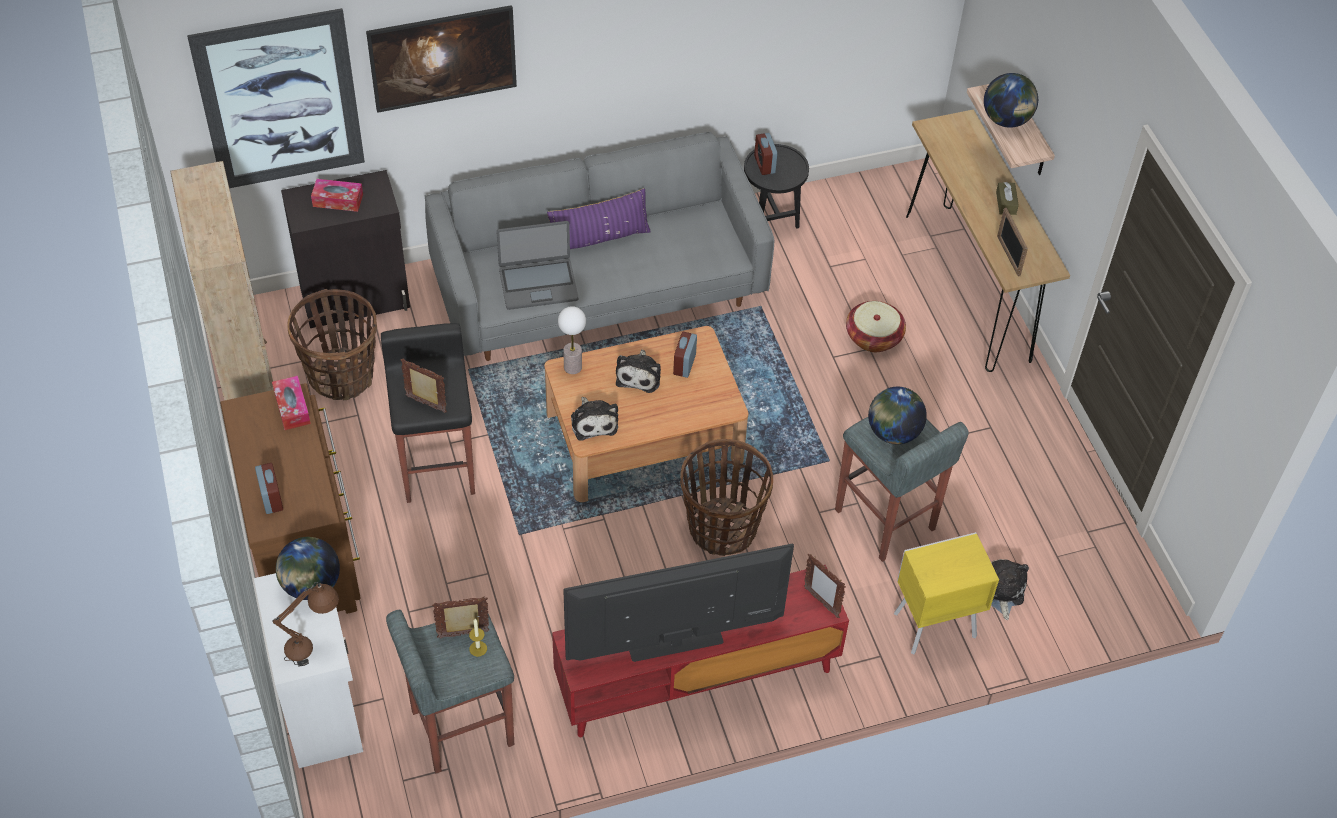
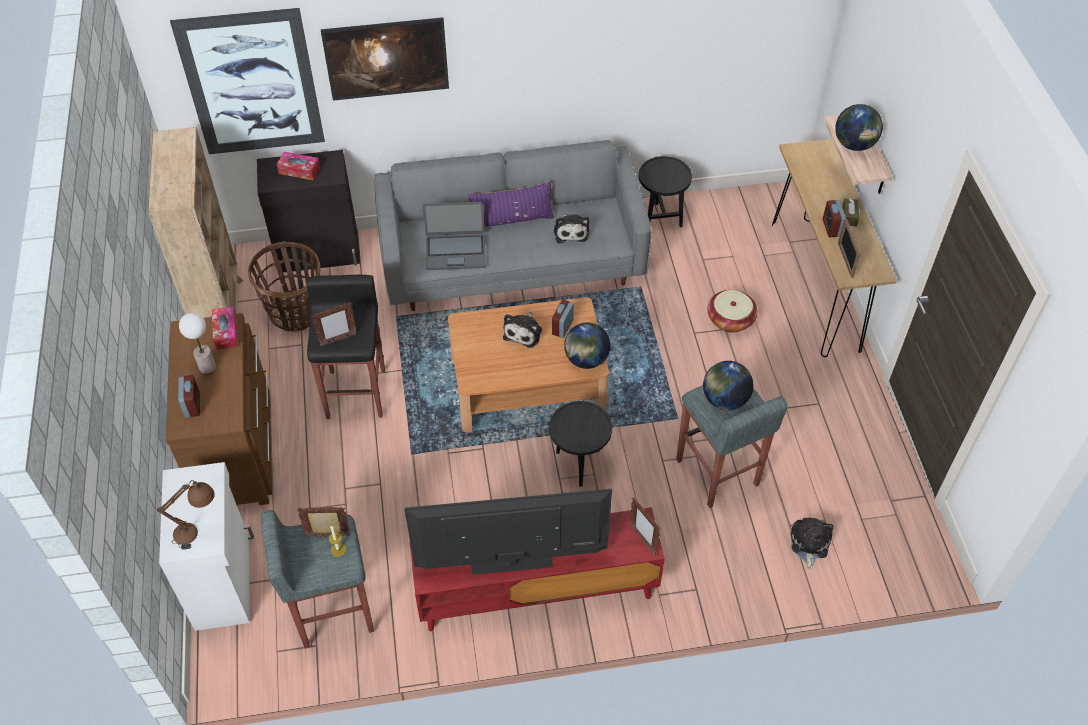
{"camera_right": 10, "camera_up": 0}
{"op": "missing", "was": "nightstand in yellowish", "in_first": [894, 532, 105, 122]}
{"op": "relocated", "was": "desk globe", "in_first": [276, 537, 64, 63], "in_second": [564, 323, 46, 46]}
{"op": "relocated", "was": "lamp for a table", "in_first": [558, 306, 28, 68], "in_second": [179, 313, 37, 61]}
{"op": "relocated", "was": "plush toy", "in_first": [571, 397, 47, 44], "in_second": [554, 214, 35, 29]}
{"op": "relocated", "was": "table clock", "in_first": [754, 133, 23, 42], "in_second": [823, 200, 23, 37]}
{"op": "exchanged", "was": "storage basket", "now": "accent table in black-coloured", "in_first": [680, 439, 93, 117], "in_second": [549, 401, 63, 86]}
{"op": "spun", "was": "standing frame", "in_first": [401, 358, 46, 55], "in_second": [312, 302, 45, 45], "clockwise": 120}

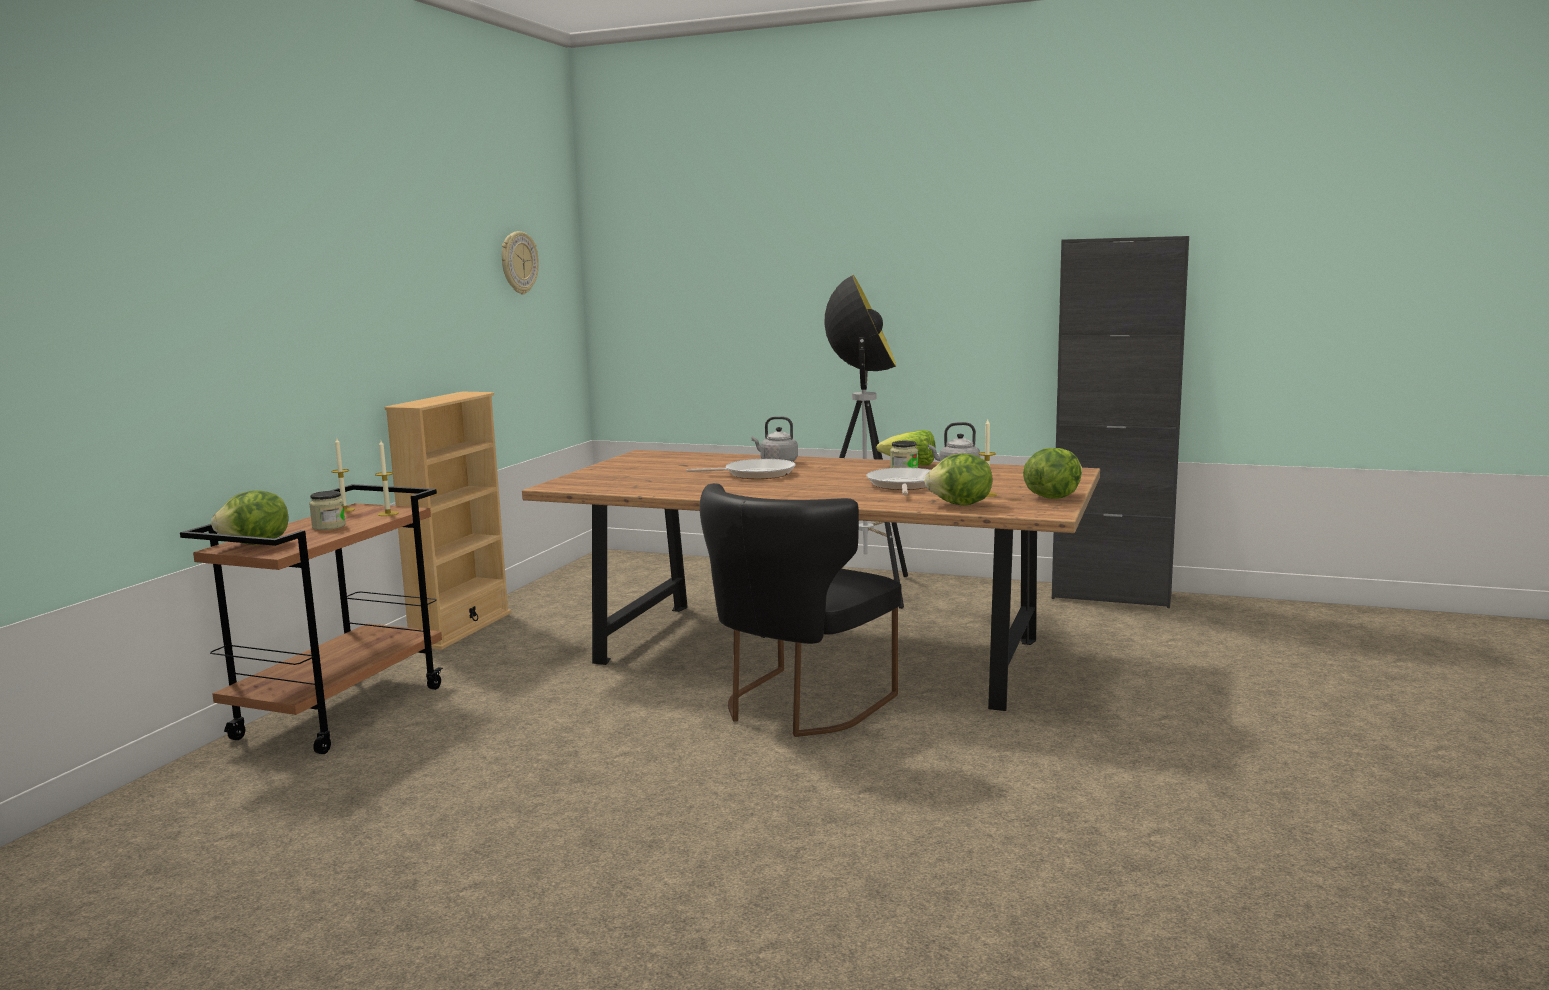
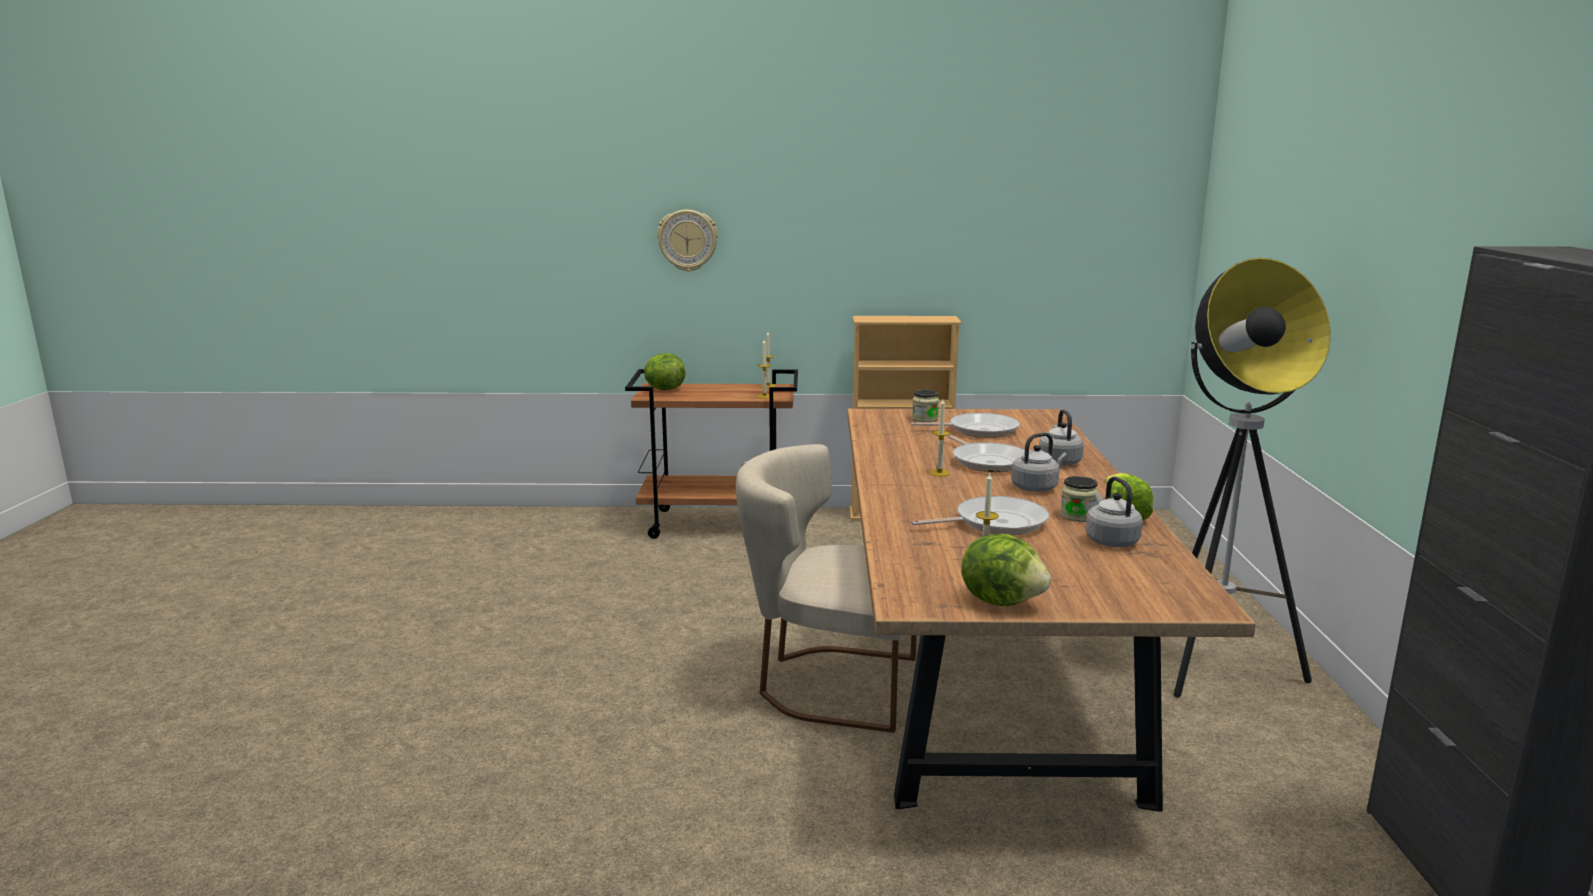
{"camera_right": 70, "camera_up": 5}
{"op": "missing", "was": "lettuce head", "in_first": [925, 453, 67, 53]}
{"op": "appeared", "now": "frying pan", "in_second": [911, 413, 109, 25]}
{"op": "appeared", "now": "wax candle", "in_second": [930, 399, 20, 77]}
{"op": "appeared", "now": "water kettle in grey", "in_second": [1011, 433, 56, 59]}
{"op": "relocated", "was": "preserve jar", "in_first": [309, 491, 37, 39], "in_second": [912, 390, 27, 32]}
{"op": "relocated", "was": "clock on the wall", "in_first": [502, 231, 37, 63], "in_second": [657, 209, 61, 63]}
{"op": "colour", "was": "chair in black-coloured", "now": "chair in beige-coloured", "in_first": [700, 483, 201, 254], "in_second": [736, 444, 181, 289]}

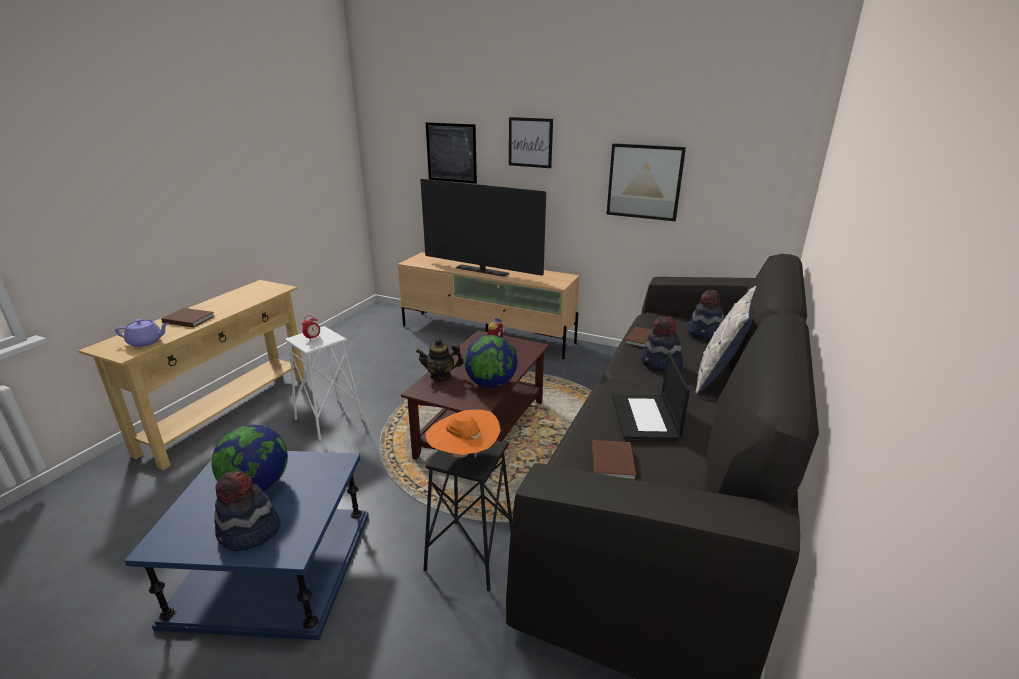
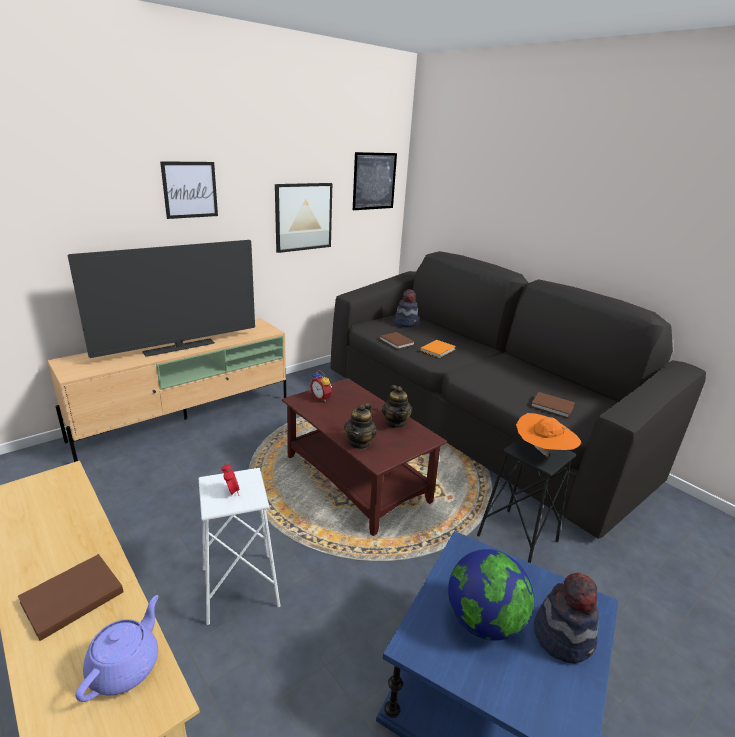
{"camera_right": -65, "camera_up": 0}
{"op": "missing", "was": "laptop", "in_first": [612, 353, 78, 87]}
{"op": "missing", "was": "cushion", "in_first": [696, 286, 60, 109]}
{"op": "relocated", "was": "picture", "in_first": [426, 122, 51, 62], "in_second": [353, 152, 44, 58]}
{"op": "exchanged", "was": "desk globe", "now": "pot for tea", "in_first": [464, 335, 53, 53], "in_second": [382, 385, 30, 43]}
{"op": "exchanged", "was": "wearable hat", "now": "book in orangey", "in_first": [641, 316, 42, 56], "in_second": [420, 340, 36, 18]}

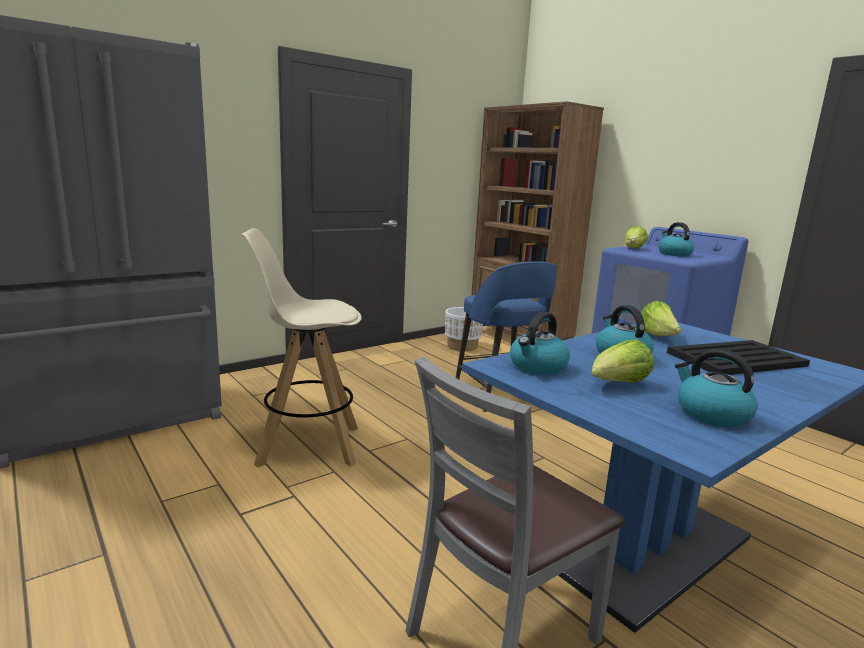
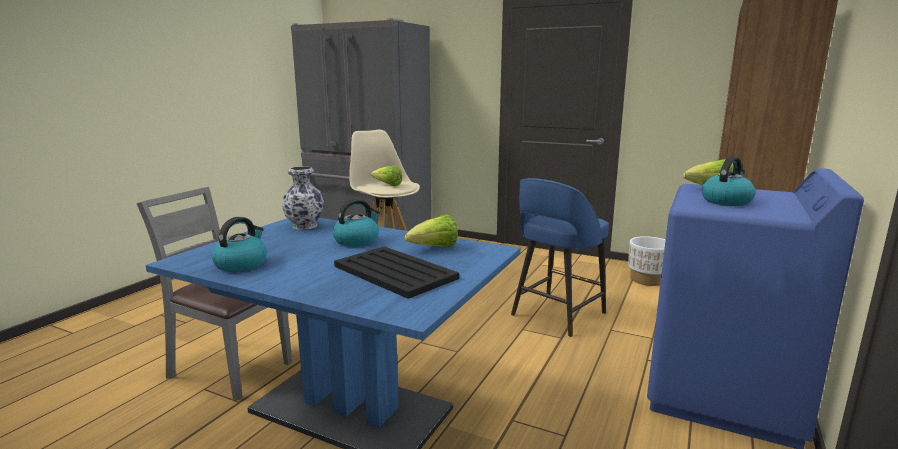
{"camera_right": 65, "camera_up": 0}
{"op": "relocated", "was": "lettuce head", "in_first": [591, 339, 63, 44], "in_second": [371, 166, 31, 20]}
{"op": "exchanged", "was": "water kettle", "now": "vase", "in_first": [510, 312, 60, 63], "in_second": [282, 166, 42, 64]}

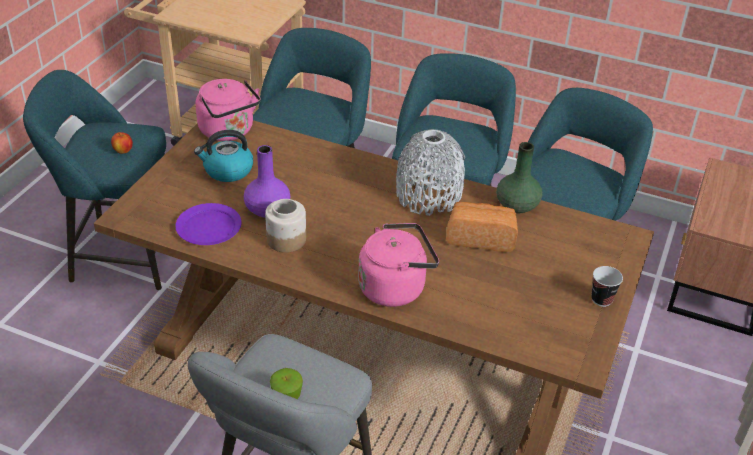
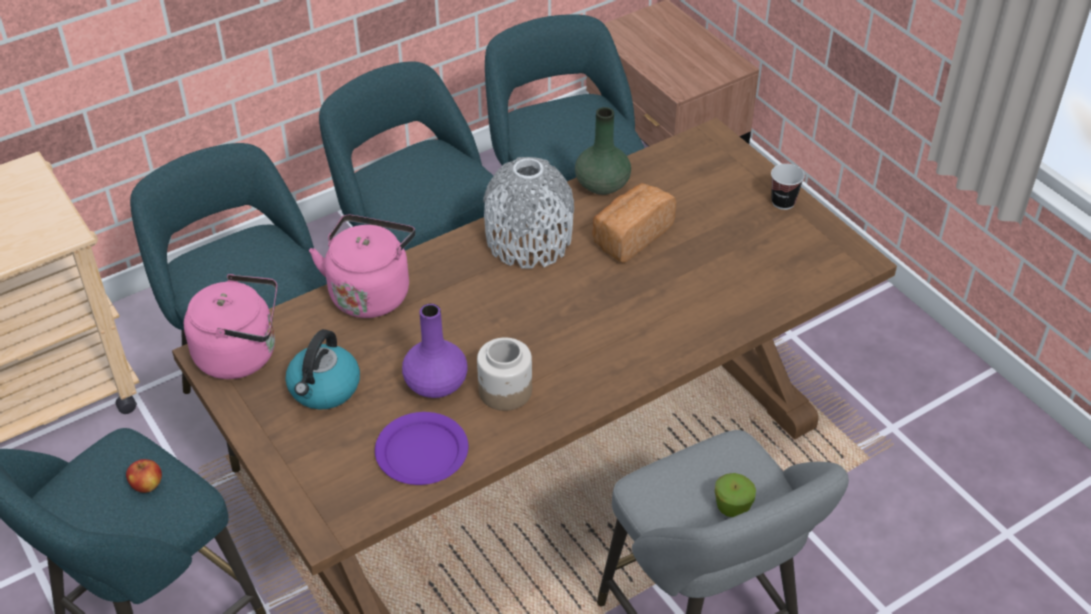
{"camera_right": -55, "camera_up": 5}
{"op": "relocated", "was": "water kettle in pinkish", "in_first": [358, 223, 81, 84], "in_second": [309, 214, 107, 104]}

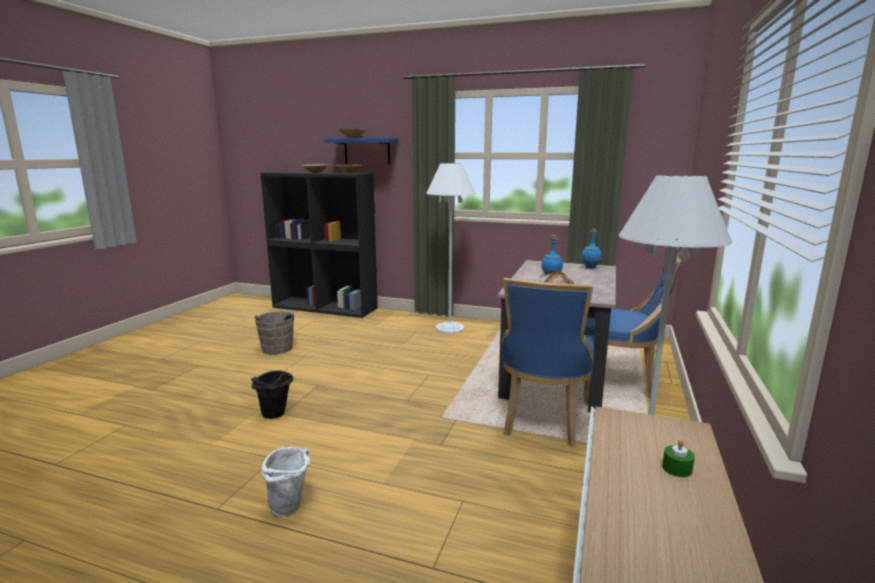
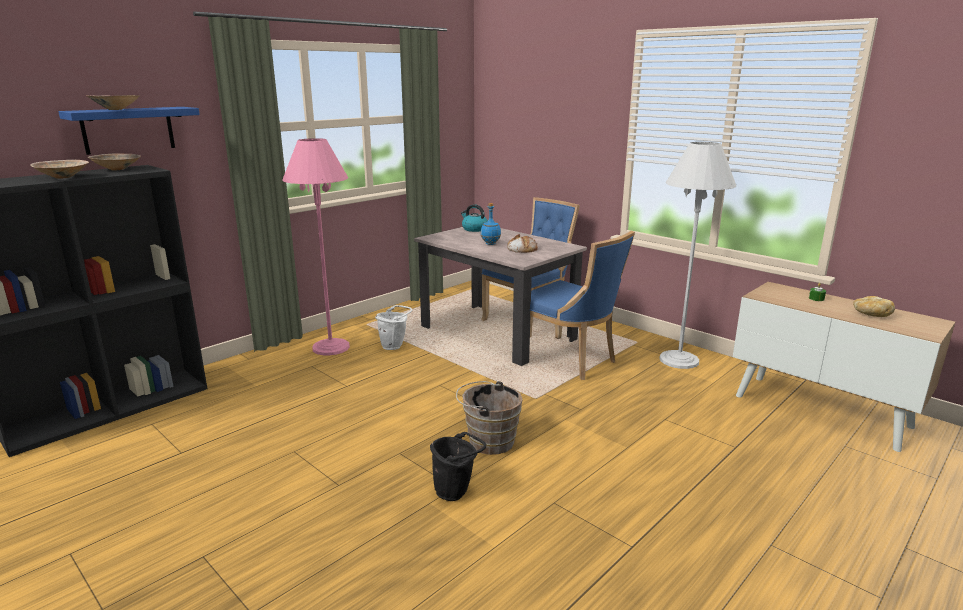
{"camera_right": -65, "camera_up": 5}
{"op": "appeared", "now": "baked bread", "in_second": [853, 296, 42, 21]}
{"op": "relocated", "was": "bucket in brownish", "in_first": [254, 309, 42, 45], "in_second": [456, 381, 67, 74]}
{"op": "relocated", "was": "bucket in whitish", "in_first": [261, 447, 49, 70], "in_second": [375, 305, 37, 45]}
{"op": "exchanged", "was": "bottle in blue", "now": "water kettle", "in_first": [581, 229, 21, 39], "in_second": [461, 204, 27, 28]}
{"op": "colour", "was": "standard lamp in whitish", "now": "standard lamp in pinkish", "in_first": [426, 163, 50, 171], "in_second": [282, 138, 68, 217]}

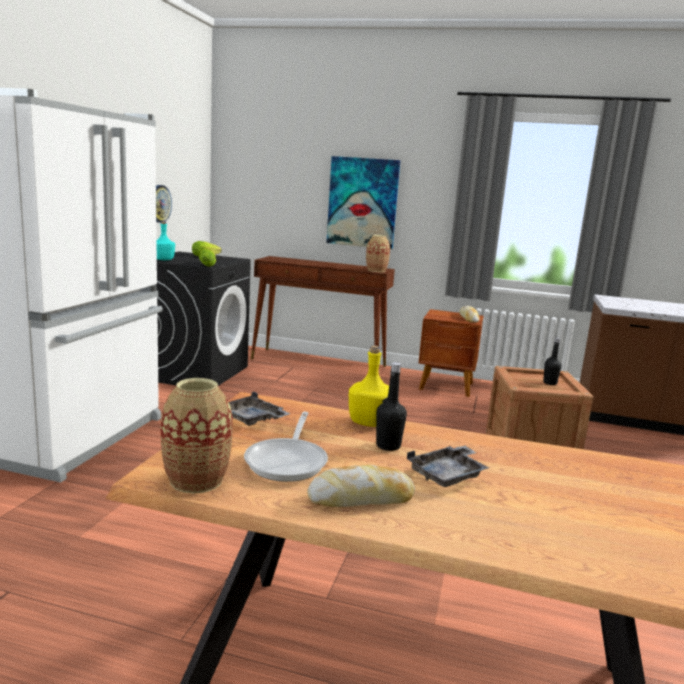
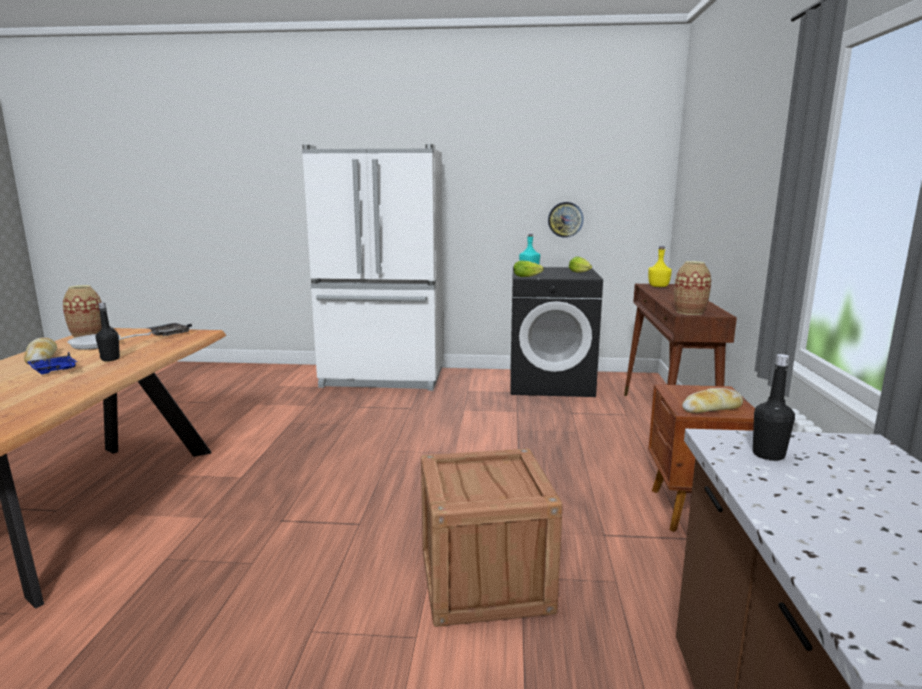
{"camera_right": 80, "camera_up": 0}
{"op": "missing", "was": "picture", "in_first": [326, 156, 75, 93]}
{"op": "relocated", "was": "bottle in yellowish", "in_first": [349, 345, 40, 82], "in_second": [648, 246, 24, 41]}
{"op": "relocated", "was": "bottle in black-coloured", "in_first": [543, 338, 19, 47], "in_second": [753, 354, 42, 107]}
{"op": "colour", "was": "carrying tray in grey", "now": "carrying tray in blue", "in_first": [407, 446, 82, 41], "in_second": [27, 352, 50, 23]}

